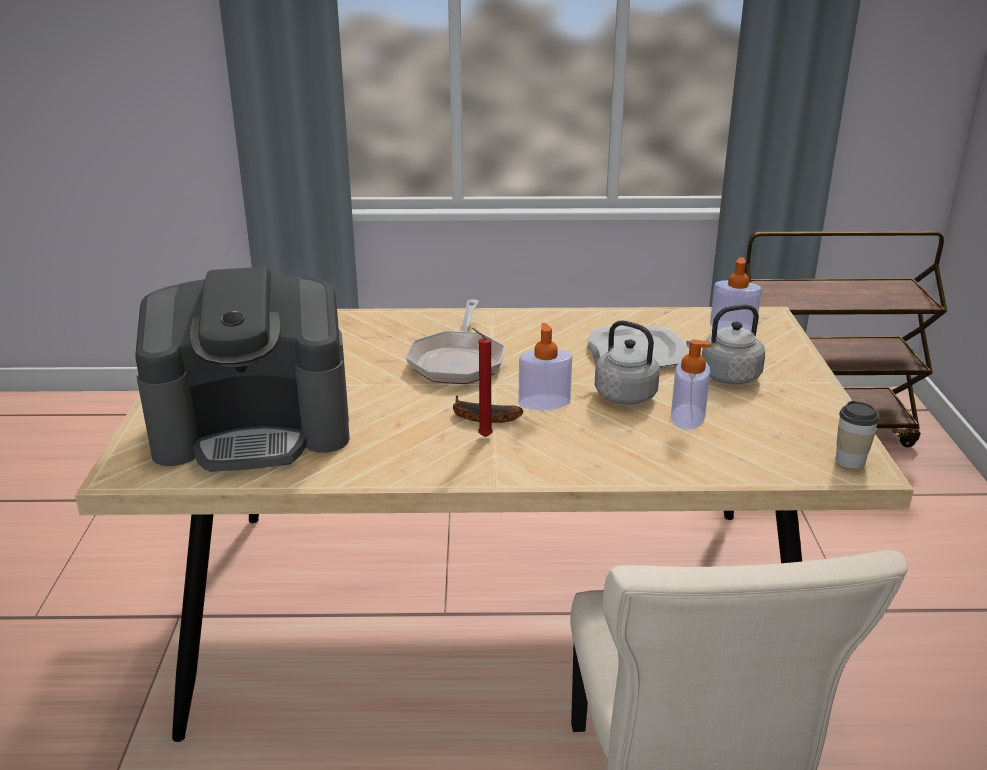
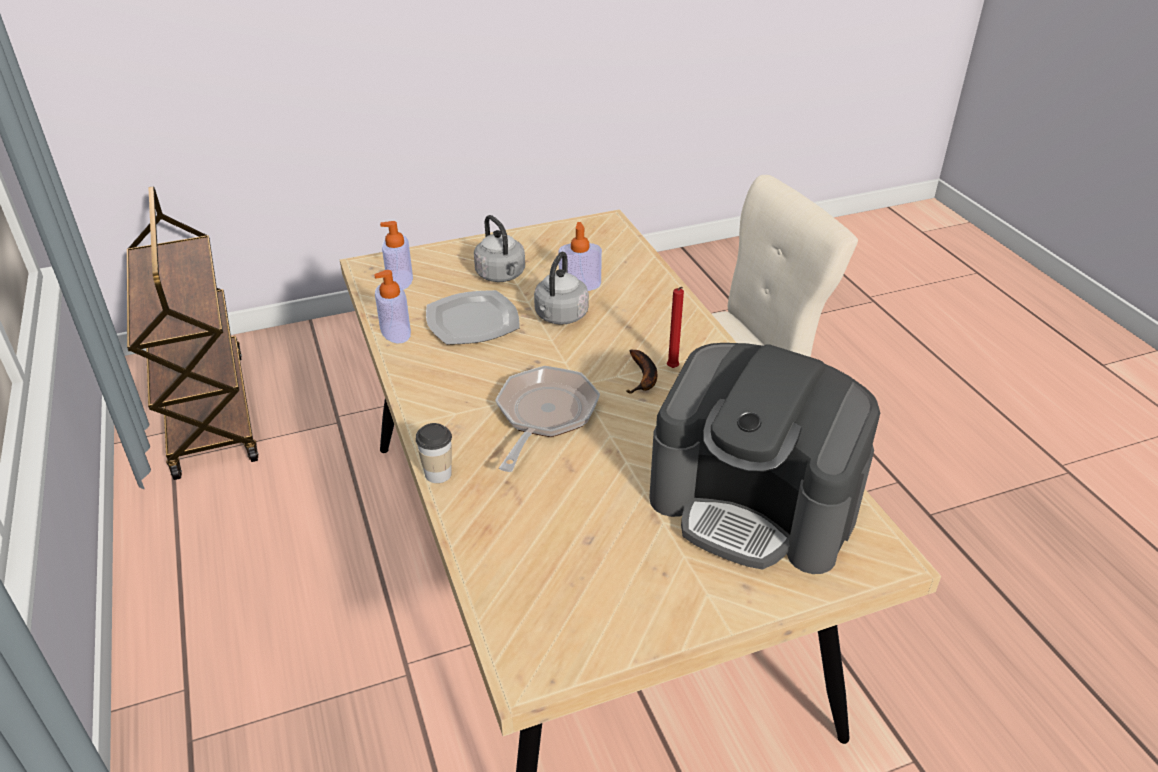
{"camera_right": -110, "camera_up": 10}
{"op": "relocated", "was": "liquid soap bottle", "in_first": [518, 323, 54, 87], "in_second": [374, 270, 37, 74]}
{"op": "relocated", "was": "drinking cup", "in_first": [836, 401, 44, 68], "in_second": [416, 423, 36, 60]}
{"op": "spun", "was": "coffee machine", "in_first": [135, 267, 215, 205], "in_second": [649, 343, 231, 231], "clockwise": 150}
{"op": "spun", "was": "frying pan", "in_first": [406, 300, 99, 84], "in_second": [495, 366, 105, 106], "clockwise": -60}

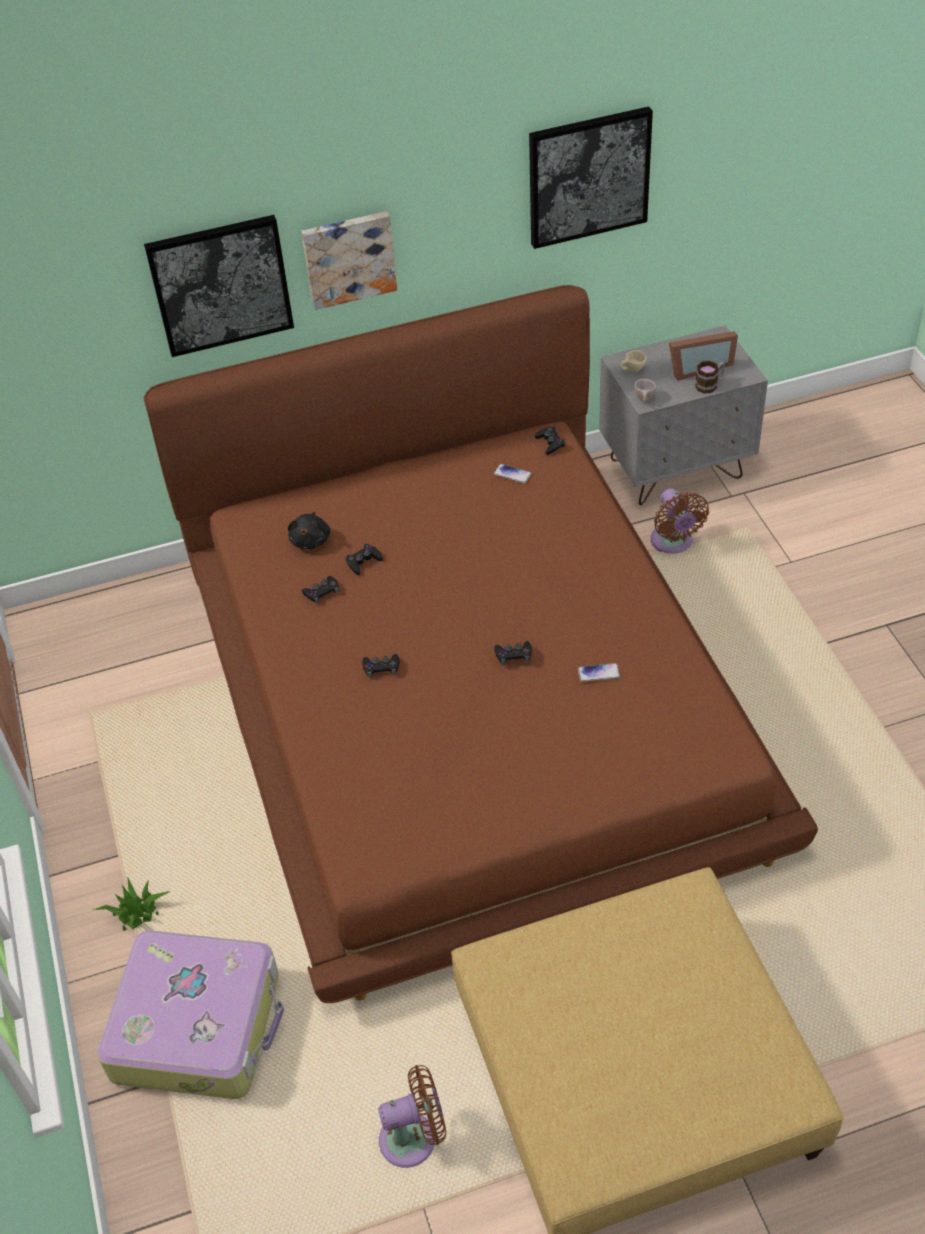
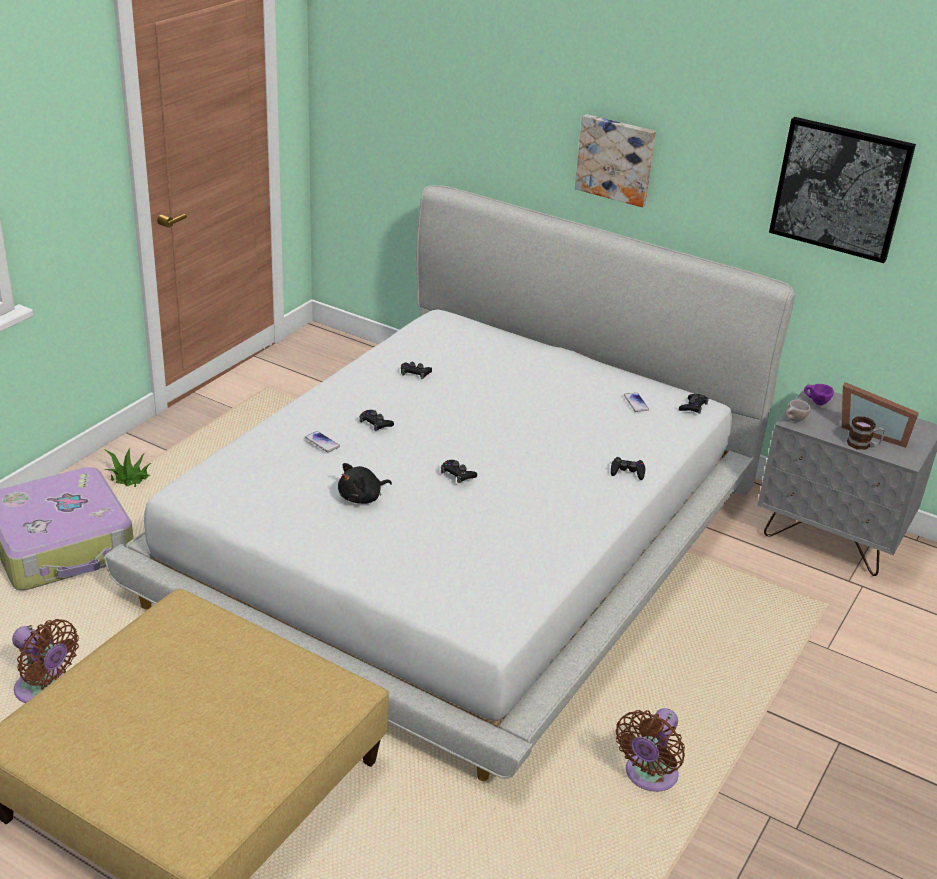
{"camera_right": 45, "camera_up": -15}
{"op": "missing", "was": "picture", "in_first": [144, 215, 150, 142]}
{"op": "relocated", "was": "plush toy in black-coloured", "in_first": [288, 512, 43, 37], "in_second": [338, 463, 54, 41]}
{"op": "relocated", "was": "gamepad in black-coloured", "in_first": [345, 544, 38, 31], "in_second": [611, 457, 34, 23]}
{"op": "relocated", "was": "telephone", "in_first": [578, 663, 42, 19], "in_second": [305, 431, 35, 21]}
{"op": "relocated", "was": "cooling fan in brownish", "in_first": [651, 488, 58, 65], "in_second": [616, 708, 69, 84]}
{"op": "colour", "was": "sleeping bed in brownish", "now": "sleeping bed in whitish", "in_first": [144, 285, 674, 718], "in_second": [104, 185, 691, 596]}
{"op": "colour", "was": "drinking cup in beige-coloured", "now": "drinking cup in purple", "in_first": [620, 350, 26, 22], "in_second": [804, 384, 30, 21]}

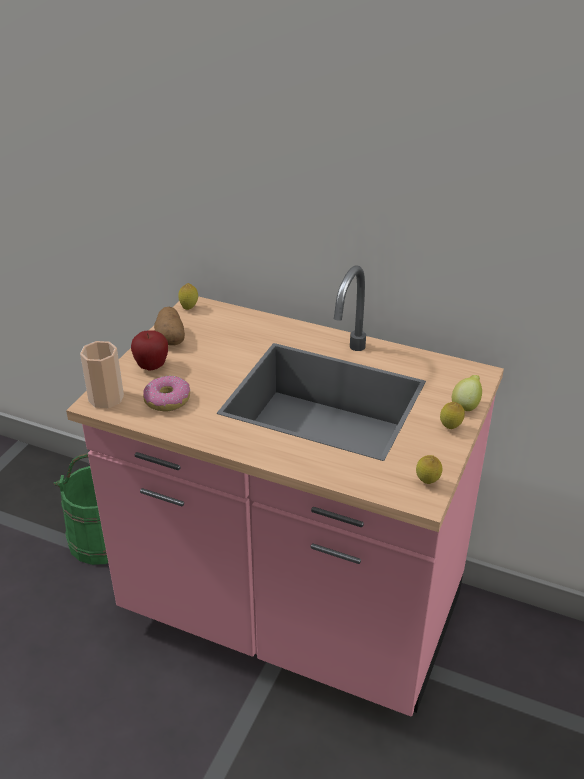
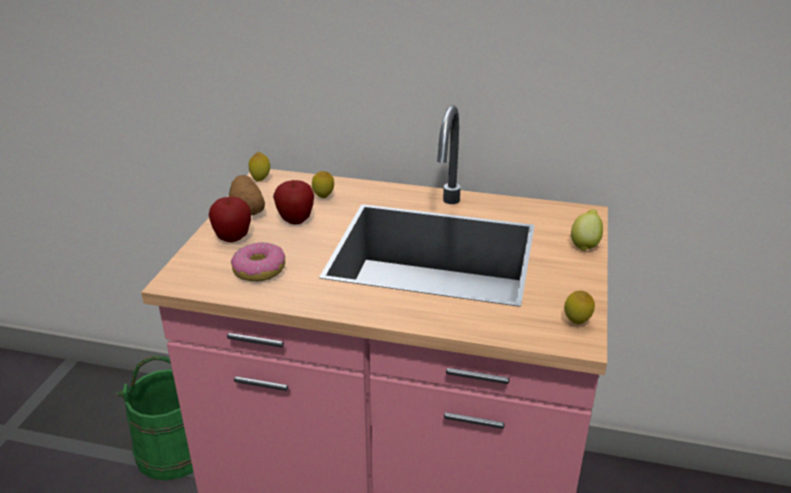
{"camera_right": -10, "camera_up": -5}
{"op": "missing", "was": "drinking cup", "in_first": [80, 341, 44, 67]}
{"op": "appeared", "now": "apple", "in_second": [273, 180, 41, 44]}
{"op": "relocated", "was": "whole lemon", "in_first": [440, 402, 25, 27], "in_second": [312, 171, 22, 27]}

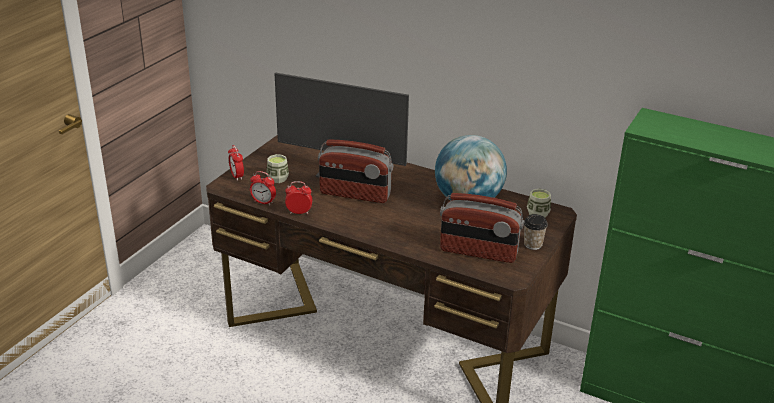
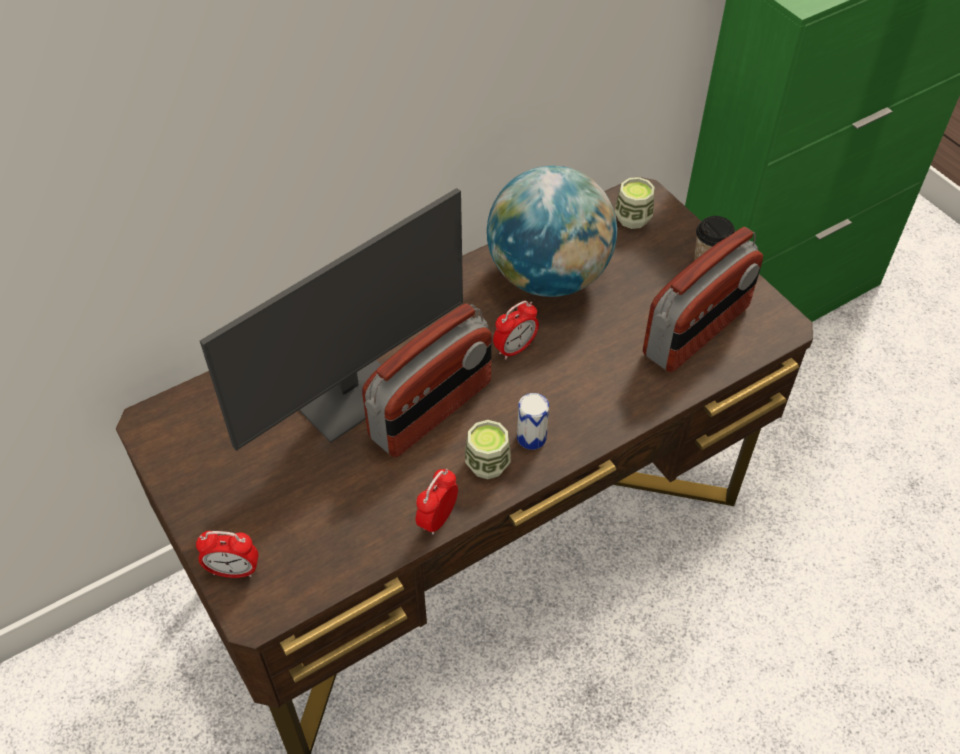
{"camera_right": -60, "camera_up": 20}
{"op": "appeared", "now": "sealed can", "in_second": [517, 393, 32, 57]}
{"op": "relocated", "was": "table clock", "in_first": [250, 171, 26, 34], "in_second": [493, 301, 46, 59]}
{"op": "relocated", "was": "drinking cup", "in_first": [267, 154, 22, 29], "in_second": [465, 420, 46, 59]}

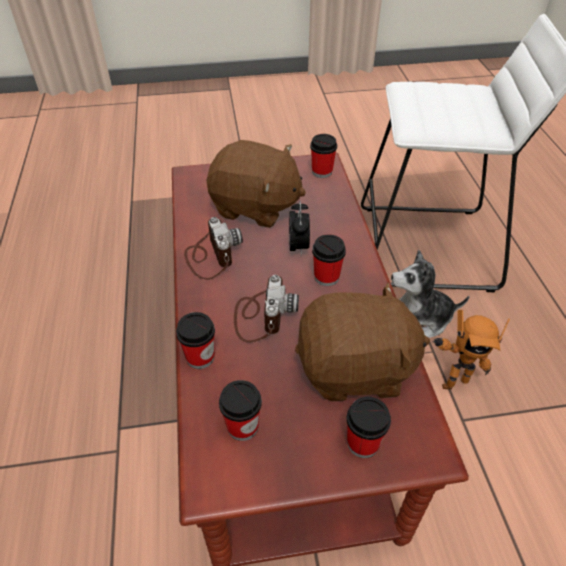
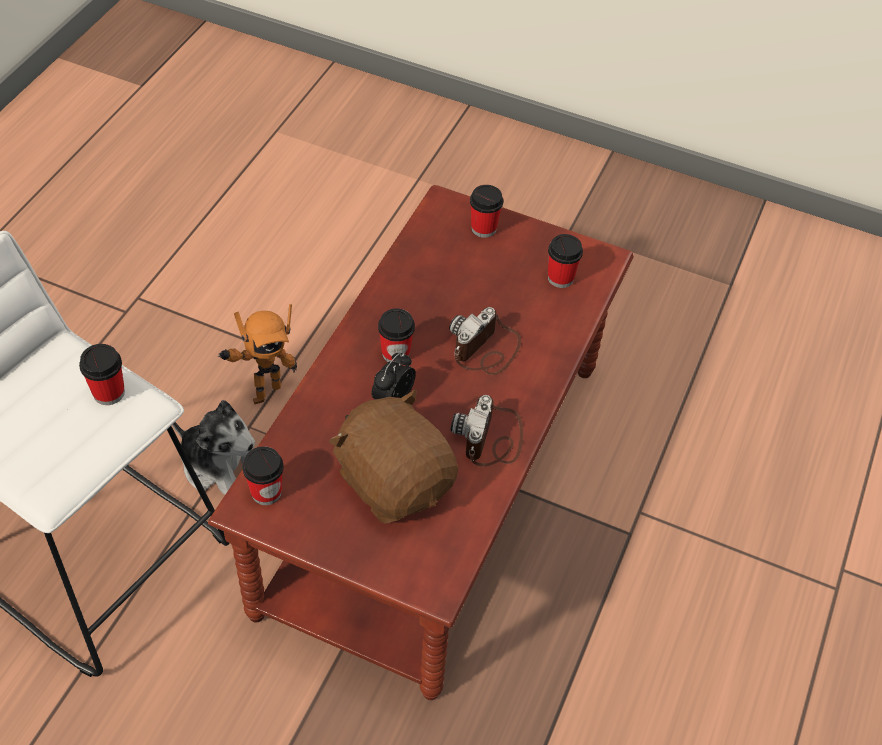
{"camera_right": -150, "camera_up": 5}
{"op": "missing", "was": "plush toy in brownish", "in_first": [295, 282, 135, 119]}
{"op": "relocated", "was": "drinking cup", "in_first": [176, 312, 39, 57], "in_second": [79, 344, 46, 61]}
{"op": "spun", "was": "model robot", "in_first": [433, 310, 77, 79], "in_second": [218, 304, 79, 100], "clockwise": 120}

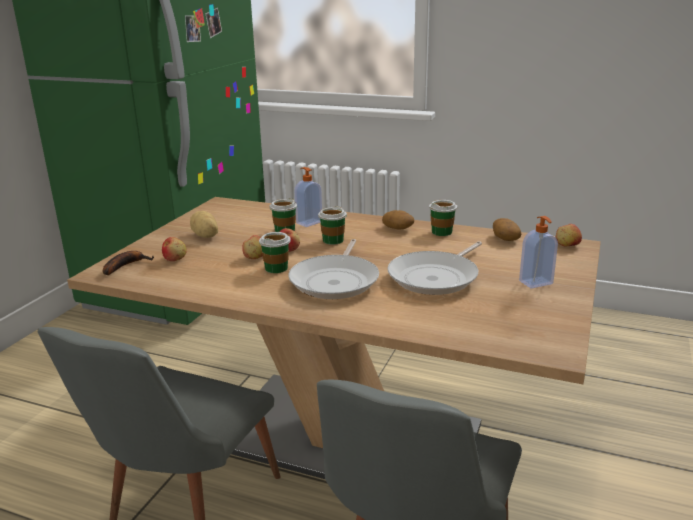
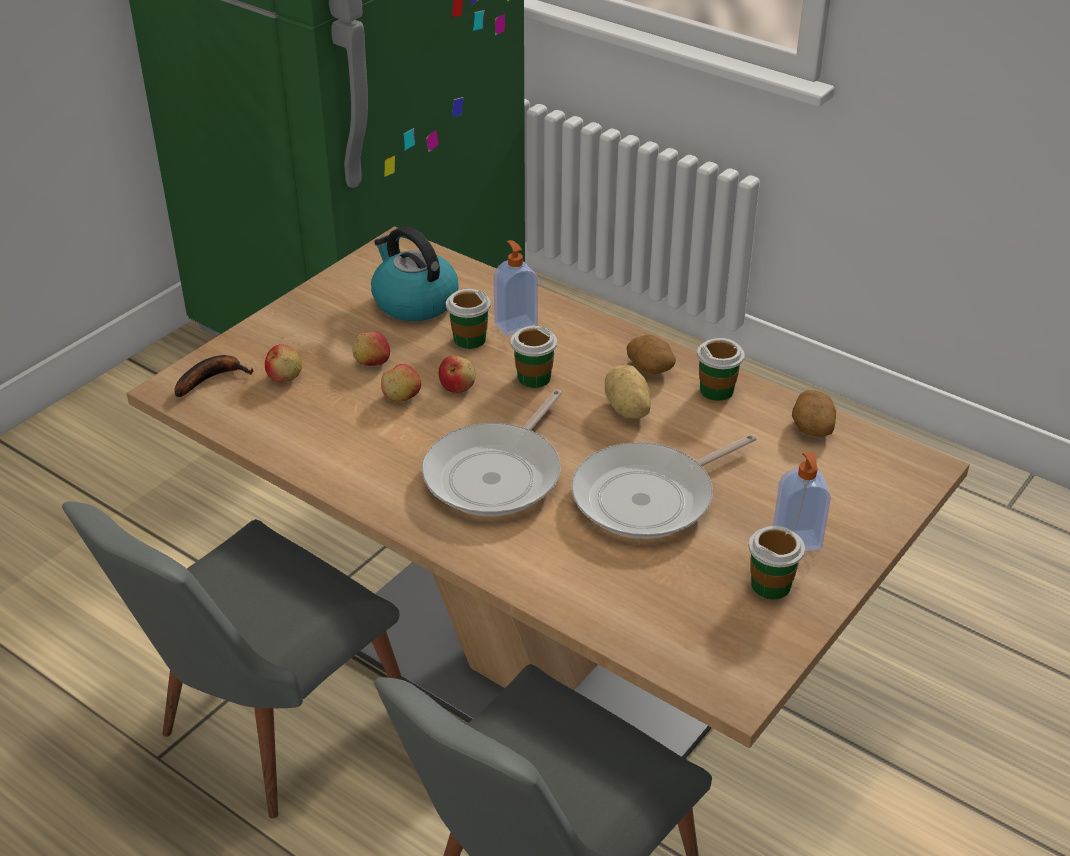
{"camera_right": 15, "camera_up": 15}
{"op": "appeared", "now": "water kettle", "in_second": [371, 226, 88, 95]}
{"op": "relocated", "was": "spud", "in_first": [190, 211, 28, 27], "in_second": [605, 365, 46, 54]}
{"op": "relocated", "was": "drinking cup", "in_first": [259, 232, 32, 41], "in_second": [749, 526, 56, 73]}
{"op": "relocated", "was": "apple", "in_first": [556, 224, 26, 22], "in_second": [353, 331, 37, 35]}

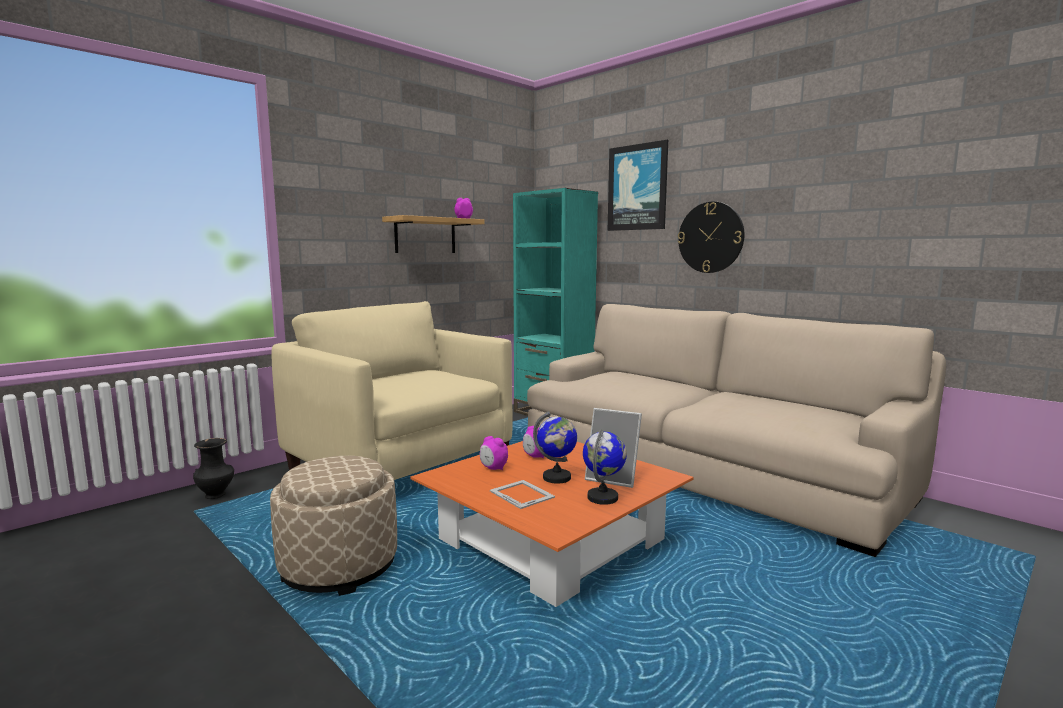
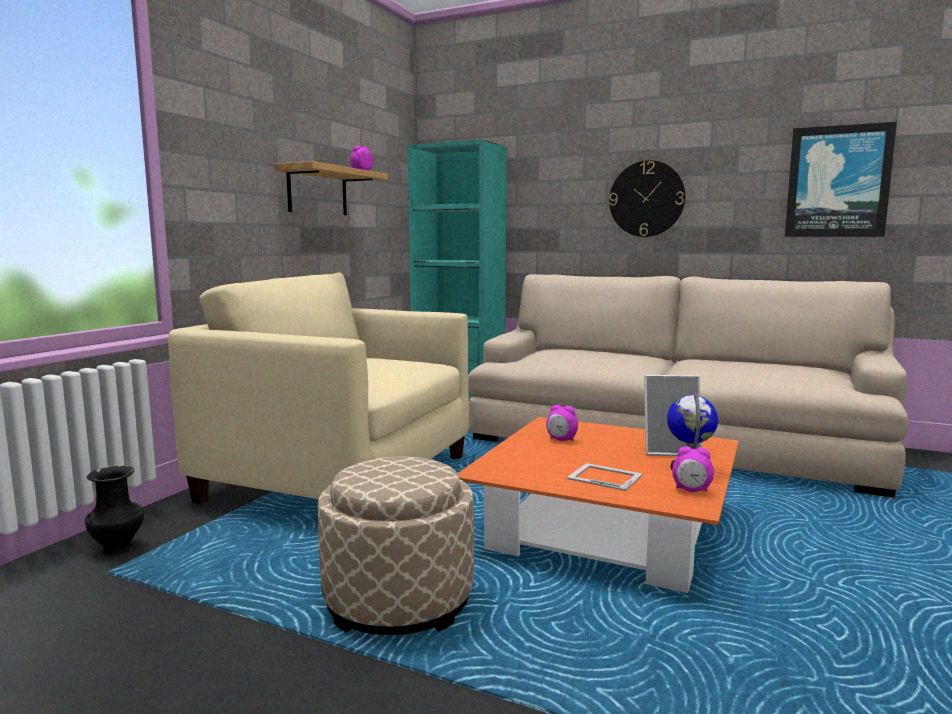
{"camera_right": -20, "camera_up": 0}
{"op": "missing", "was": "desk globe", "in_first": [533, 411, 44, 73]}
{"op": "relocated", "was": "table clock", "in_first": [480, 436, 28, 34], "in_second": [672, 446, 42, 46]}
{"op": "relocated", "was": "picture", "in_first": [608, 140, 60, 91], "in_second": [785, 122, 112, 115]}

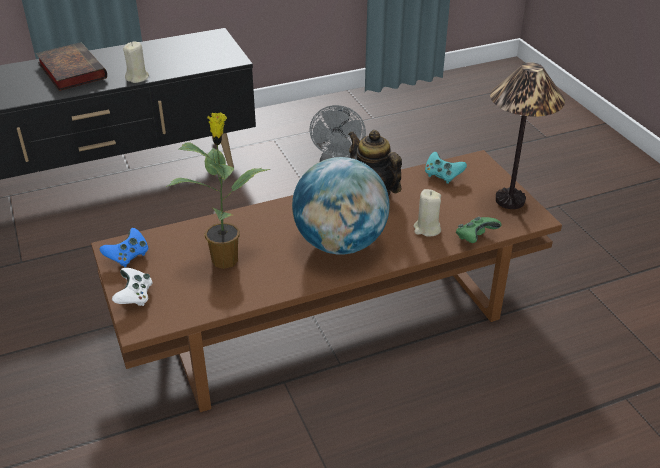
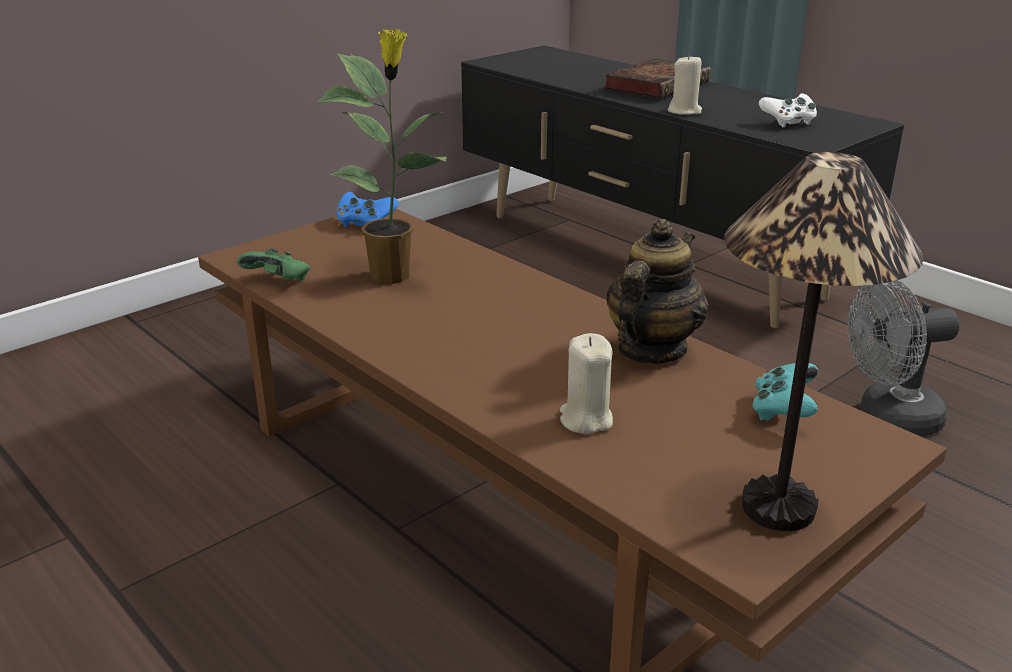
{"camera_right": 70, "camera_up": -10}
{"op": "missing", "was": "desk globe", "in_first": [292, 157, 98, 98]}
{"op": "relocated", "was": "gamepad in whitish", "in_first": [112, 268, 40, 38], "in_second": [759, 93, 58, 35]}
{"op": "relocated", "was": "gamepad in green-coloured", "in_first": [456, 217, 46, 26], "in_second": [237, 248, 73, 33]}

